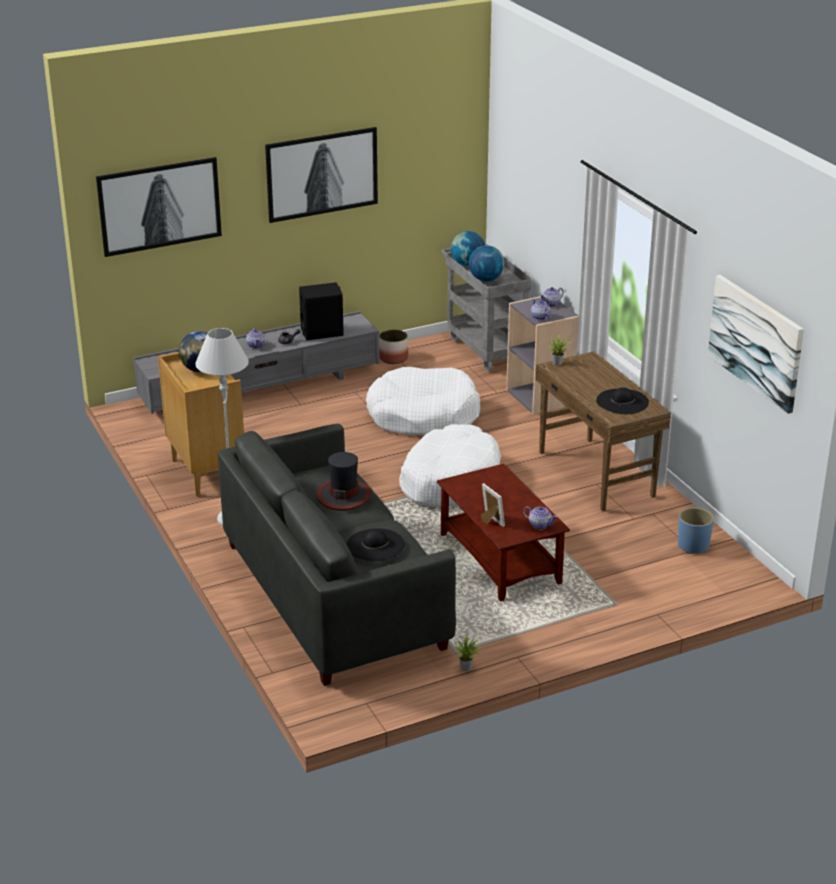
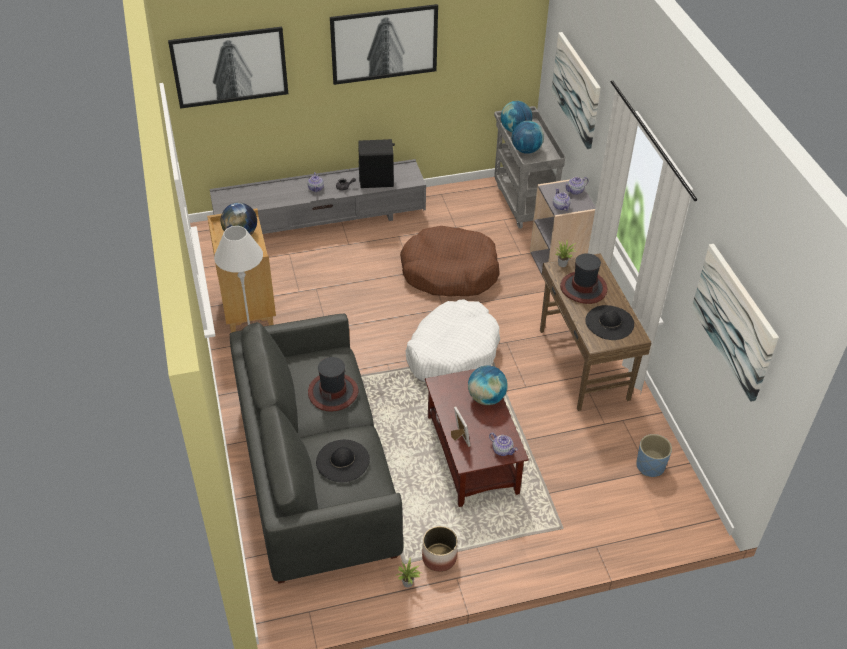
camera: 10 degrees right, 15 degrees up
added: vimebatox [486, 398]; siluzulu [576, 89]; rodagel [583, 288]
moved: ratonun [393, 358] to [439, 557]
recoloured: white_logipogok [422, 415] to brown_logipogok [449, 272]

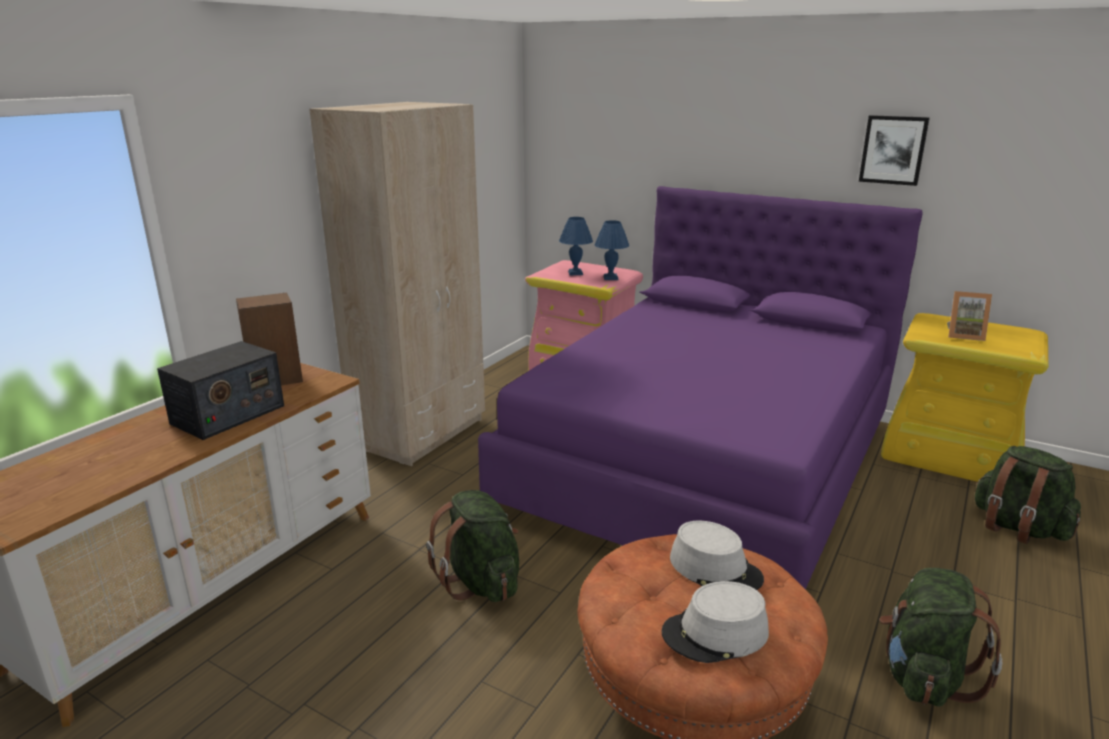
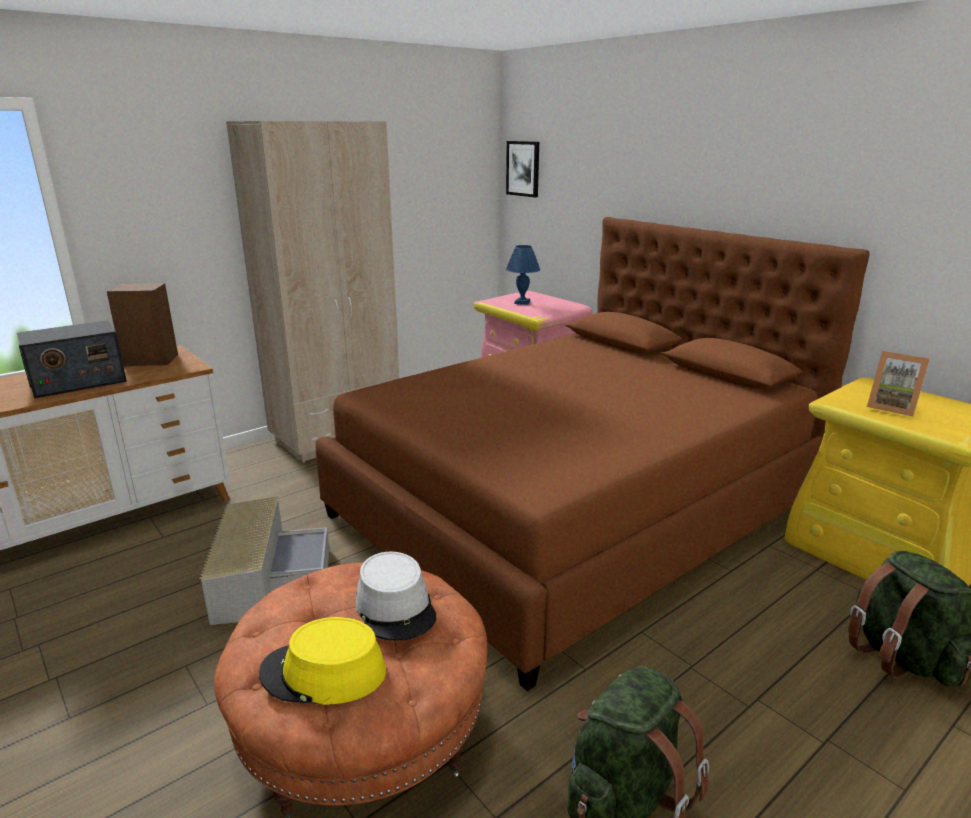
camera: 20 degrees right, 0 degrees up
removed: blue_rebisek [610, 278]
moved: siluzulu [893, 150] to [523, 168]
replaced: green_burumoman [481, 582] to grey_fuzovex [267, 576]
recoloured: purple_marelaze [703, 464] to brown_marelaze [574, 510]; grey_rodagel [715, 634] to yellow_rodagel [323, 673]

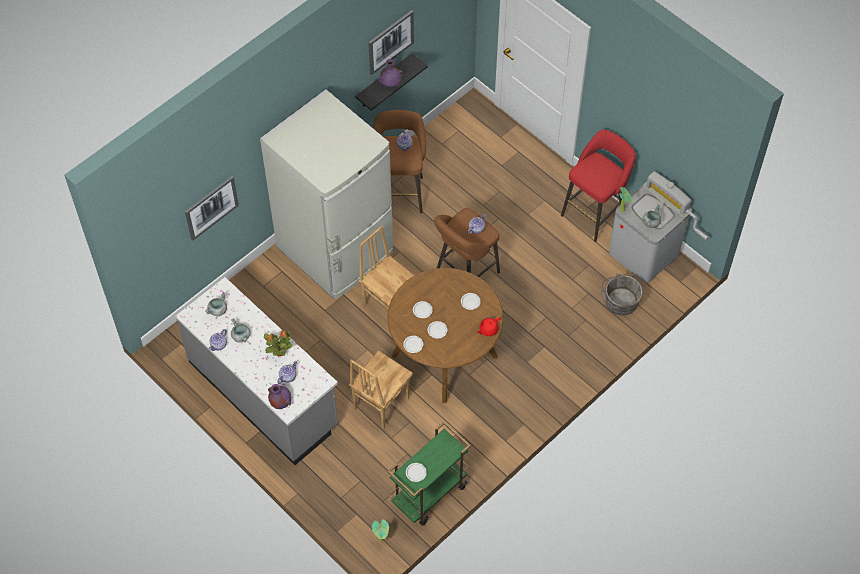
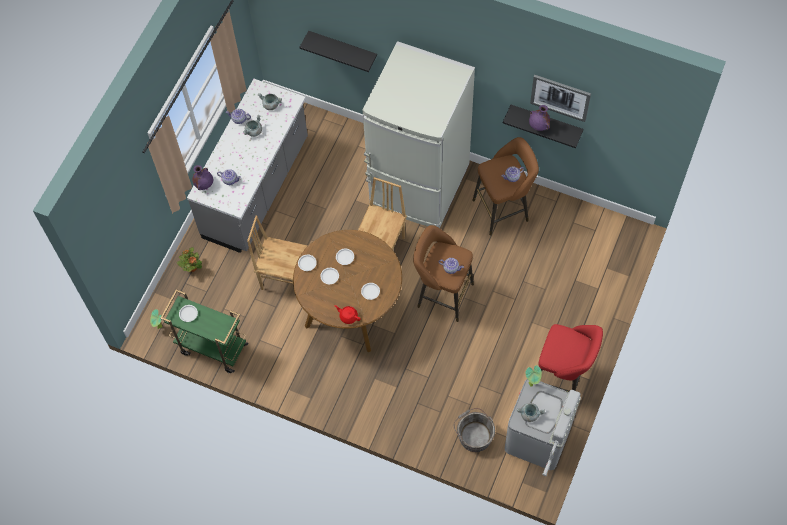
camera: 70 degrees right, 5 degrees up
moved: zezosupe [279, 352] to [192, 267]
replaced: siluzulu [211, 207] to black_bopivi [343, 49]

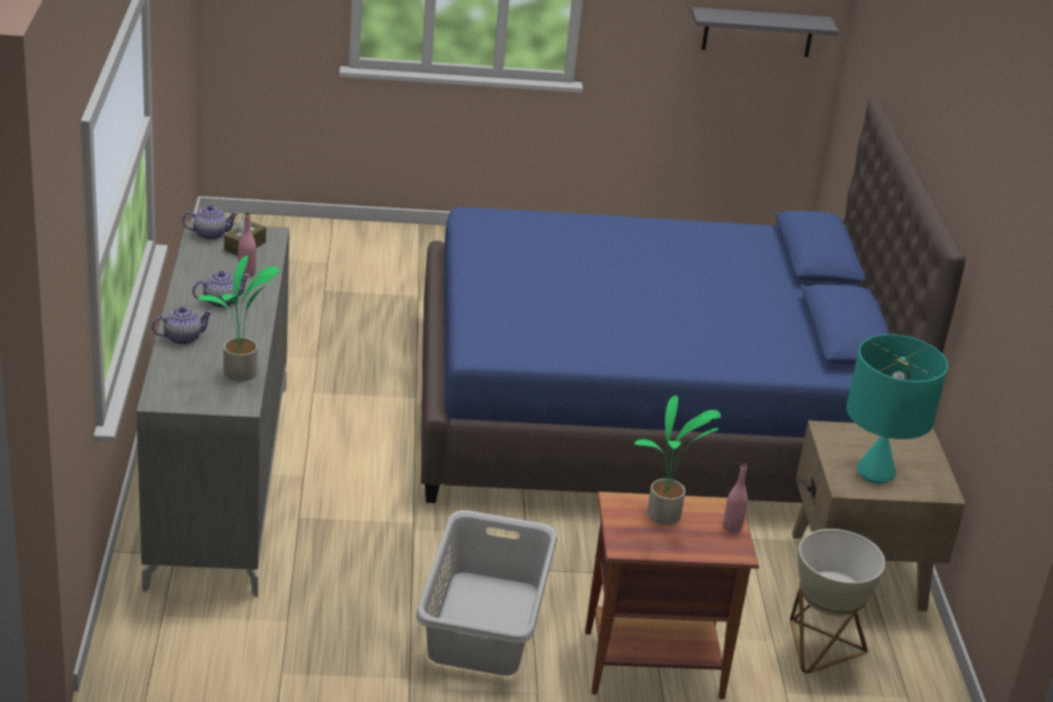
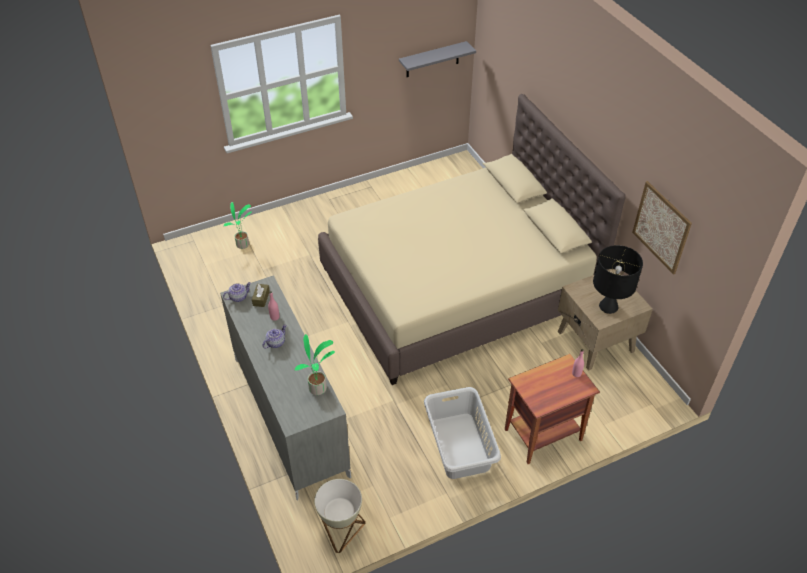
camera: 20 degrees left, 15 degrees up
removed: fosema [182, 338]
added: siluzulu [661, 227]
moved: zezosupe [665, 517] to [243, 245]; ratonun [819, 649] to [341, 532]
recoloured: blue_marelaze [646, 415] to beige_marelaze [457, 287]; turquoise_rebisek [875, 475] to black_rebisek [608, 308]

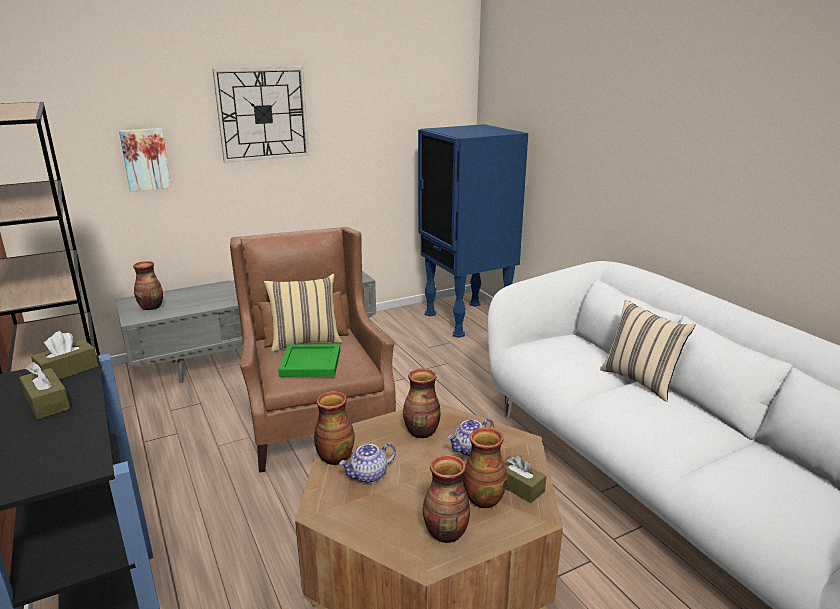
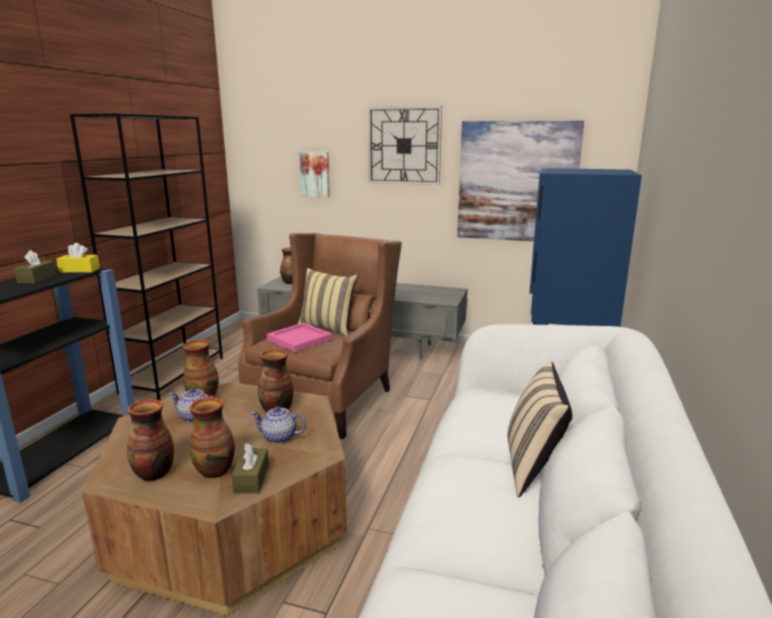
camera: 45 degrees right, 5 degrees down
added: siluzulu [517, 182]
recoloured: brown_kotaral [67, 371] to yellow_kotaral [79, 270]; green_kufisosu [310, 363] to pink_kufisosu [299, 339]

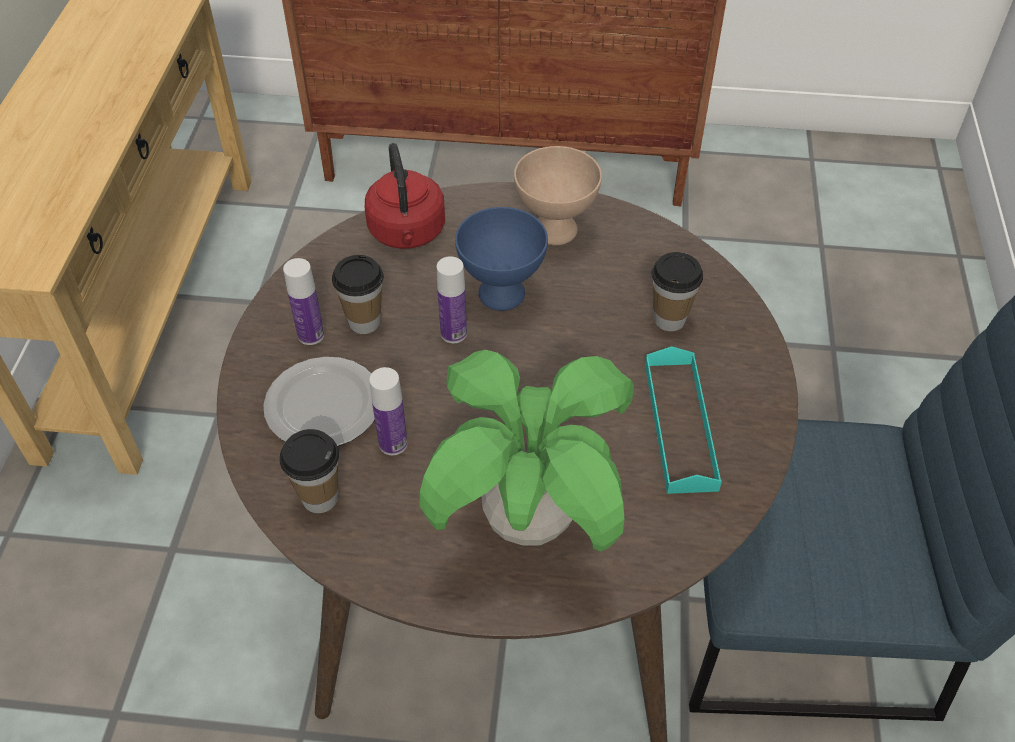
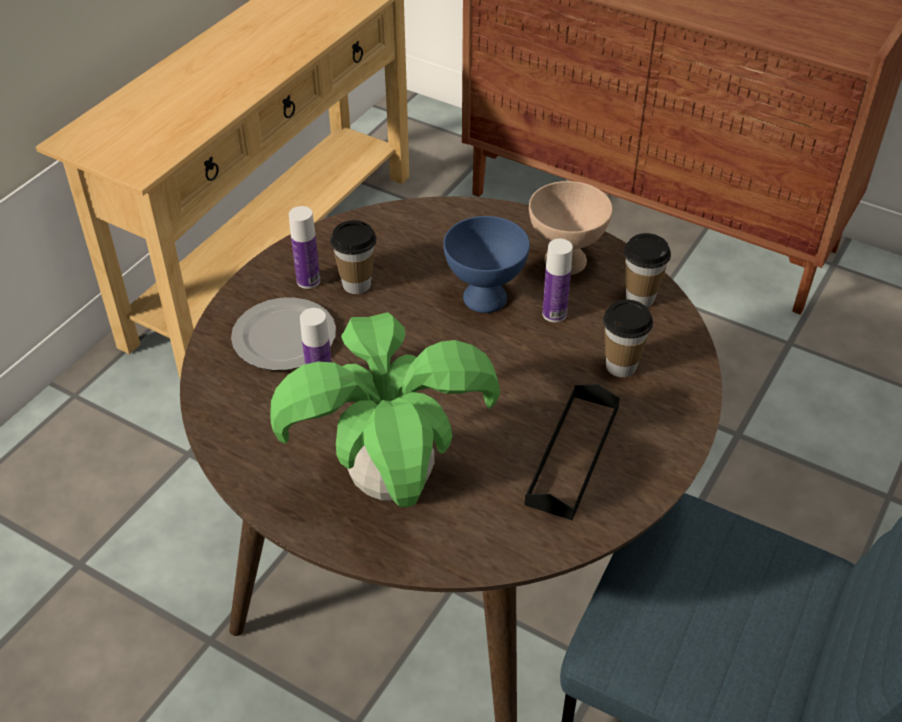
camera: 25 degrees right, 5 degrees down
removed: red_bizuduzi [407, 234]
moved: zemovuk [319, 498] to [640, 298]; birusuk [453, 333] to [554, 314]
recoloured: turquoise_kufisosu [680, 425] to black_kufisosu [573, 455]

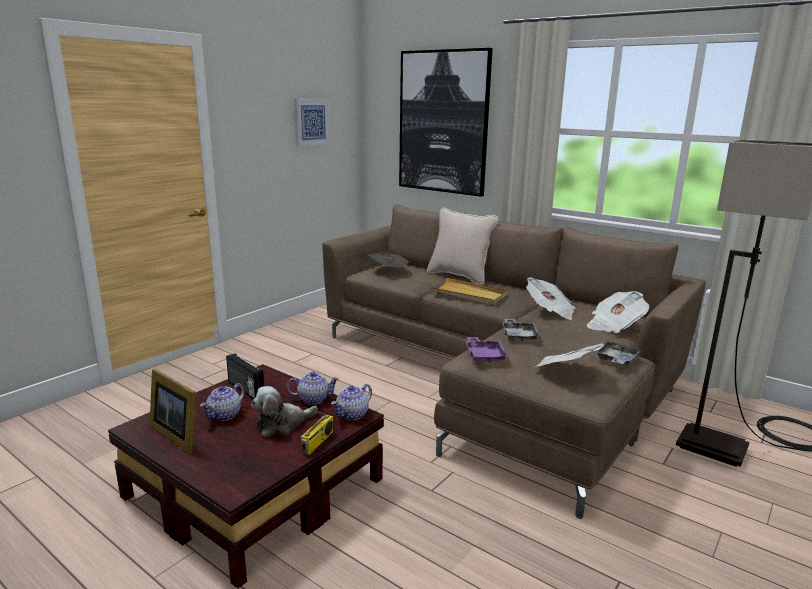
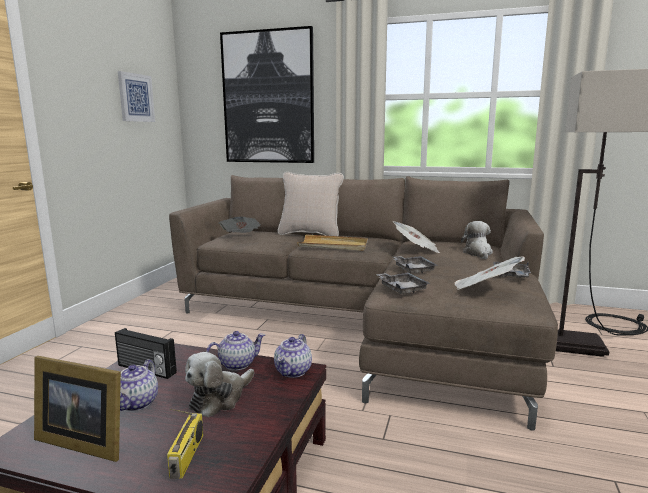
camera: 20 degrees left, 5 degrees down
moved: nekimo [318, 442] to [188, 456]
replaced: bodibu [614, 326] to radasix [478, 253]
recoloured: purple_kufisosu [485, 356] to grey_kufisosu [402, 288]

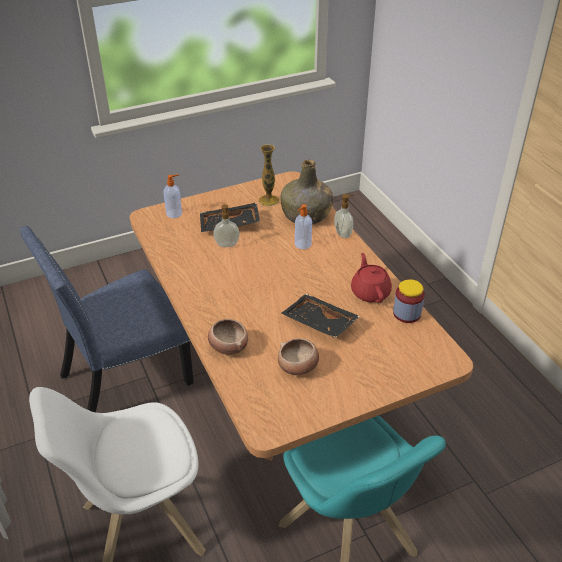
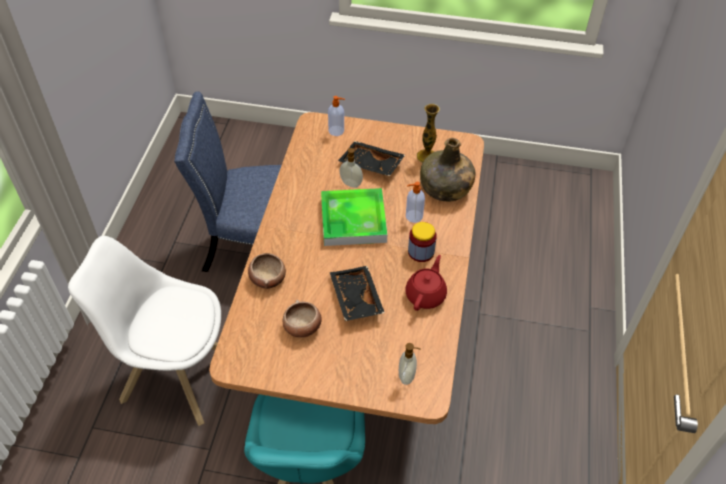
camera: 35 degrees right, 10 degrees up
added: kufisosu [353, 220]
moved: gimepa [343, 234] to [407, 376]; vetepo [407, 313] to [421, 252]

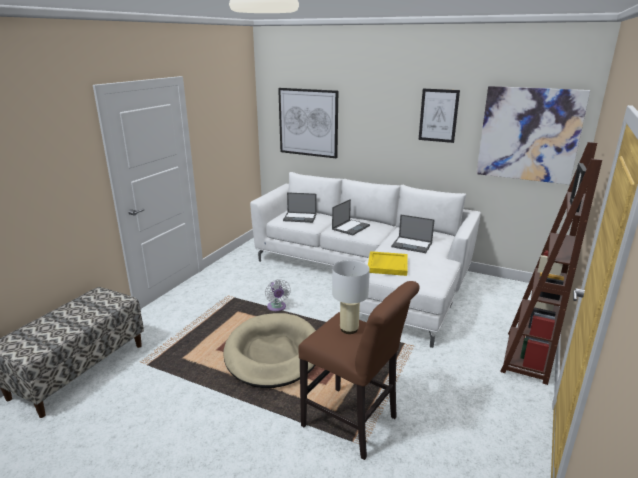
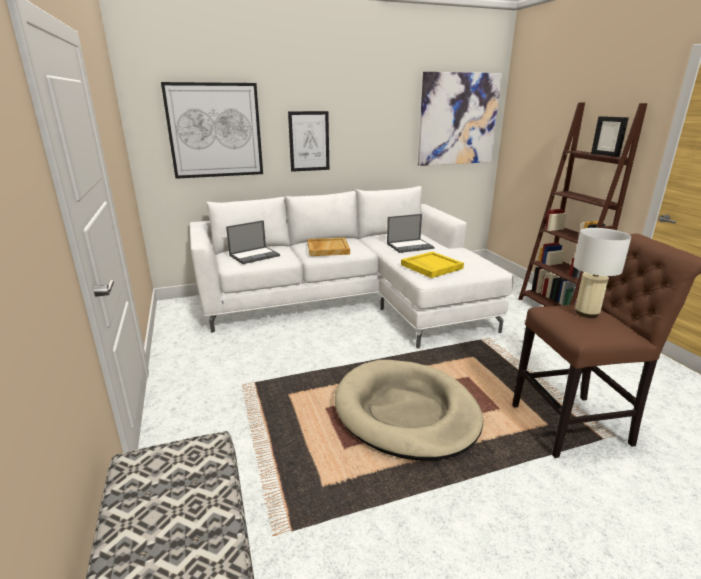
camera: 45 degrees left, 0 degrees up
removed: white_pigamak [277, 308]
moved: siluzulu [438, 115] to [309, 141]
replaced: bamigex [351, 227] to beige_kufisosu [327, 249]

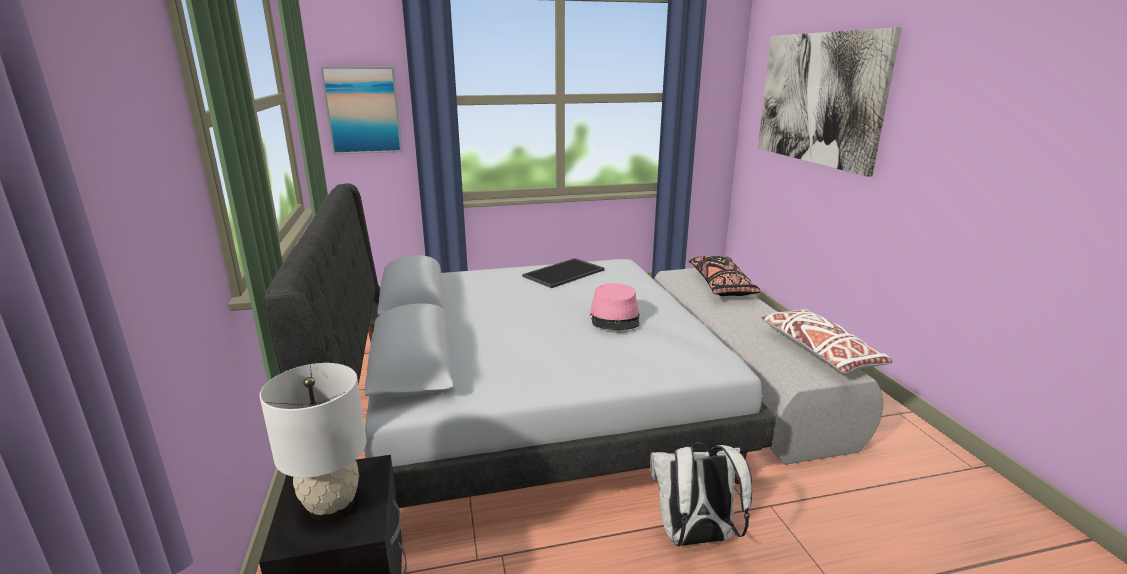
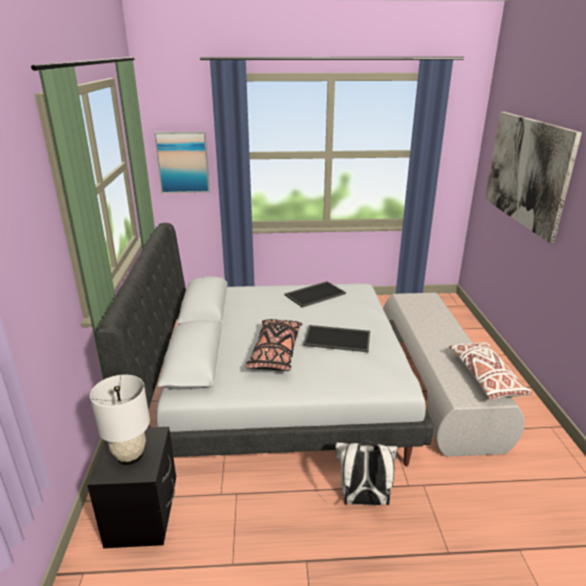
camera: 10 degrees right, 5 degrees up
moved: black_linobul [721, 286] to [275, 353]
replaced: pink_rodagel [615, 317] to kufisosu [338, 338]

